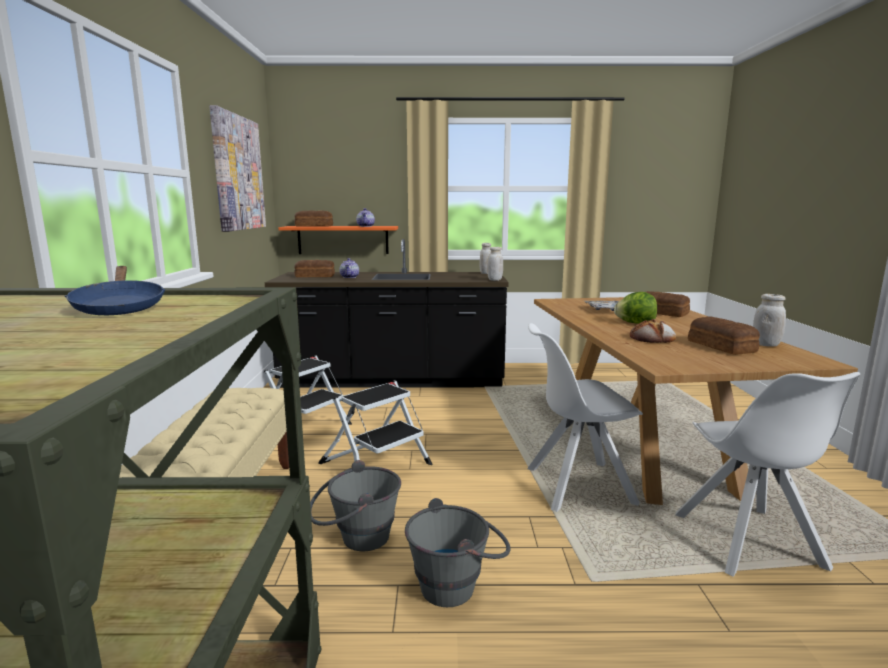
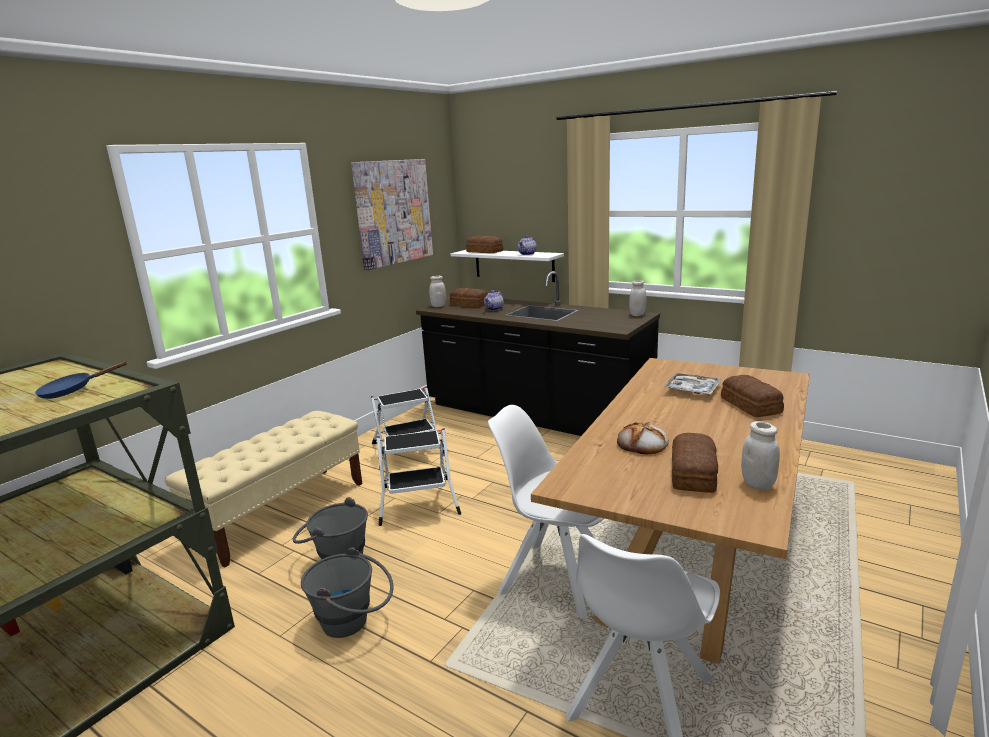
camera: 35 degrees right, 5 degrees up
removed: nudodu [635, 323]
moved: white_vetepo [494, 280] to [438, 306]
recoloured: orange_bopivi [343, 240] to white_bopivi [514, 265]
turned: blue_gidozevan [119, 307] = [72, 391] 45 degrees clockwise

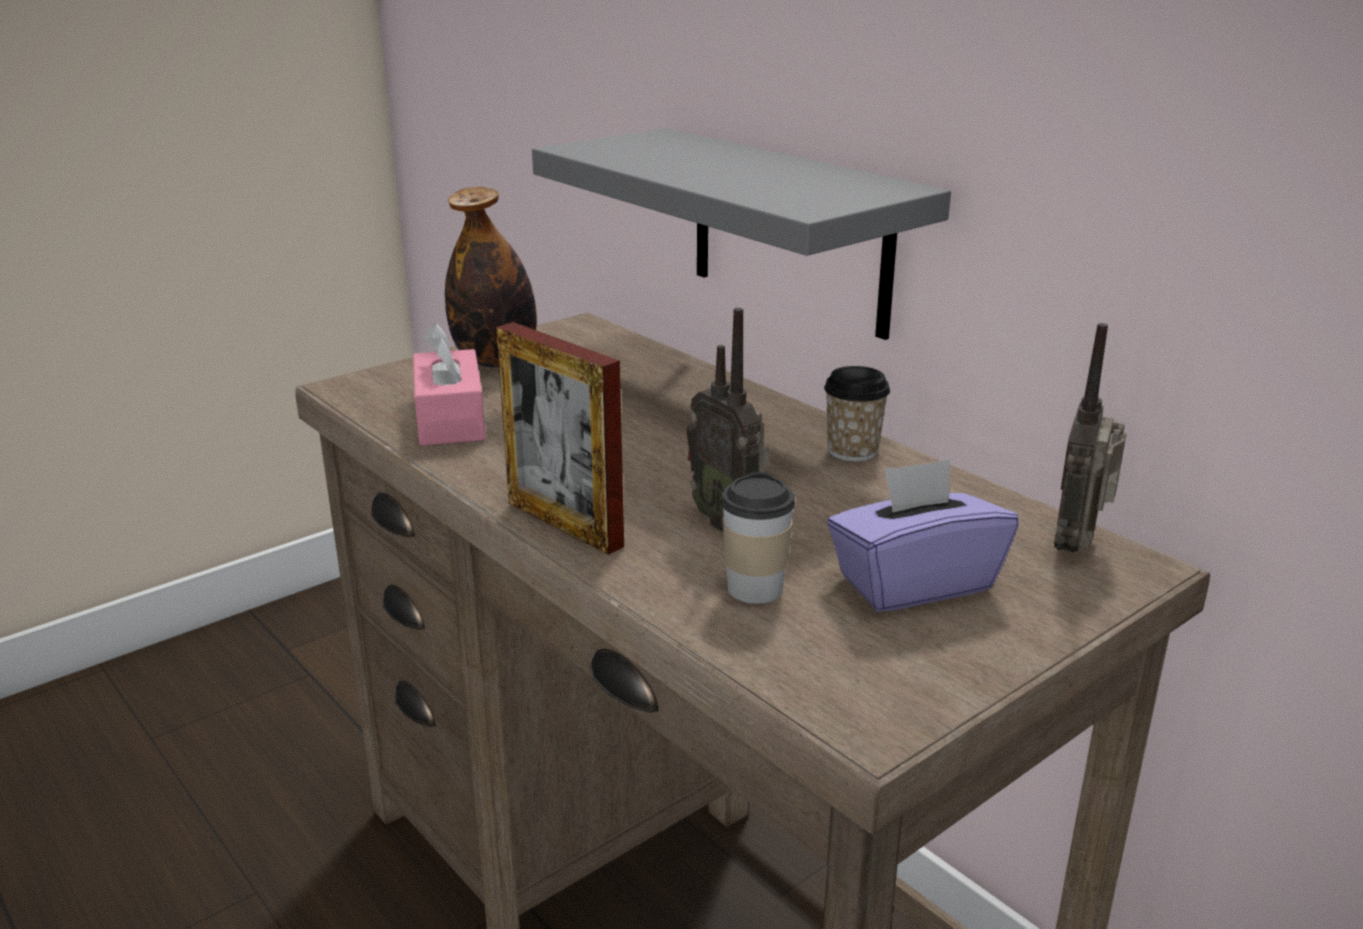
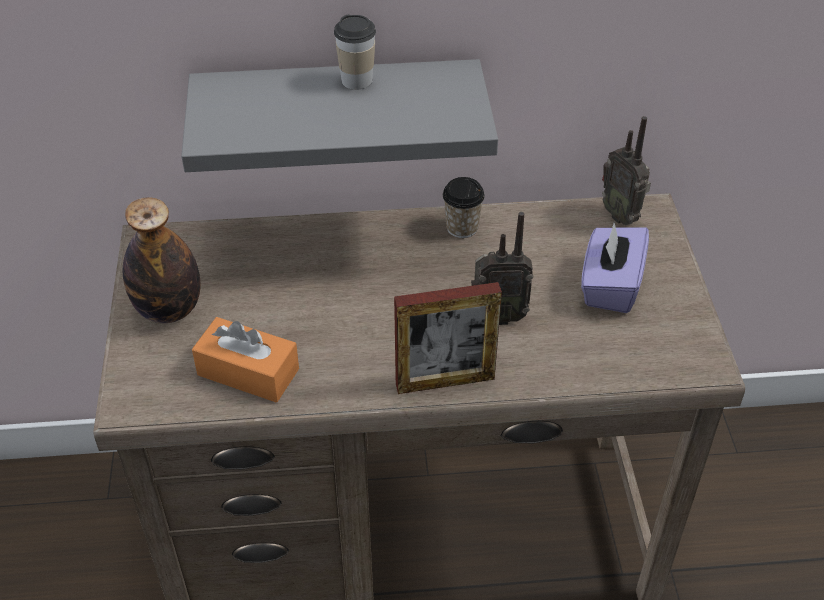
camera: 55 degrees left, 20 degrees up
moved: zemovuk [755, 589] to [357, 80]
recoloured: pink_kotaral [450, 419] to orange_kotaral [248, 372]

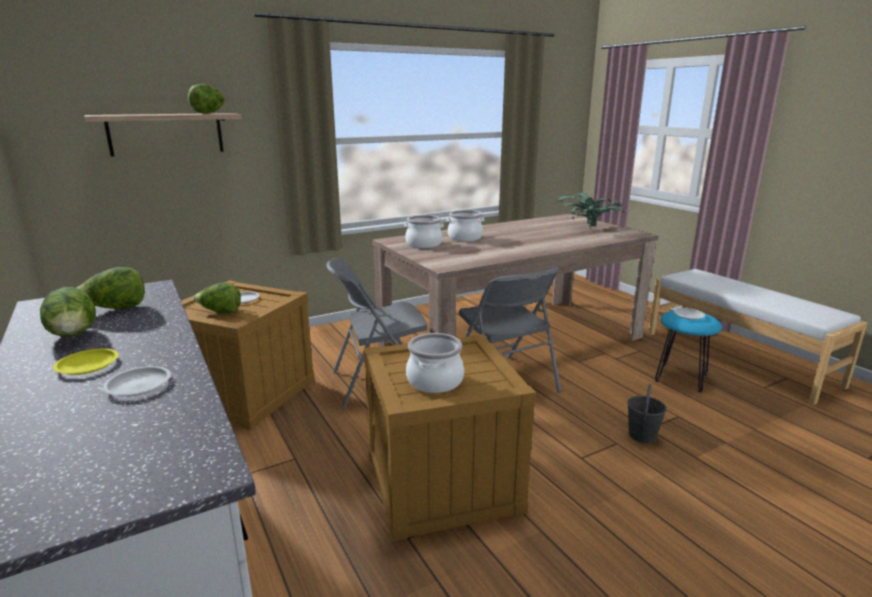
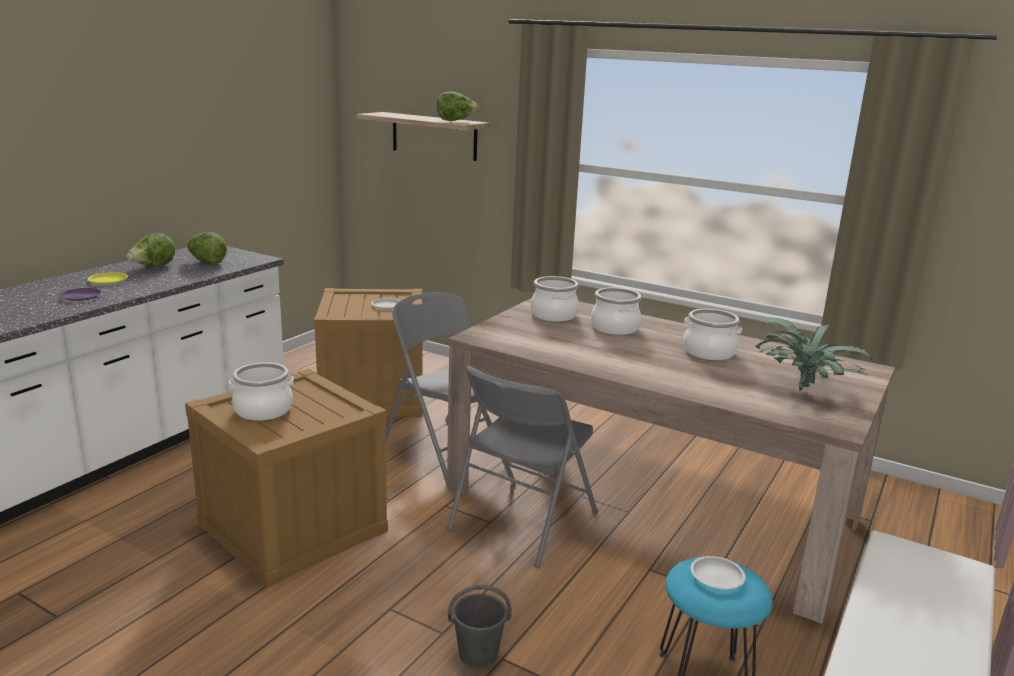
camera: 60 degrees right, 0 degrees up
removed: nudodu [220, 312]
added: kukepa [708, 352]
recoloured: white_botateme [138, 385] to purple_botateme [82, 296]

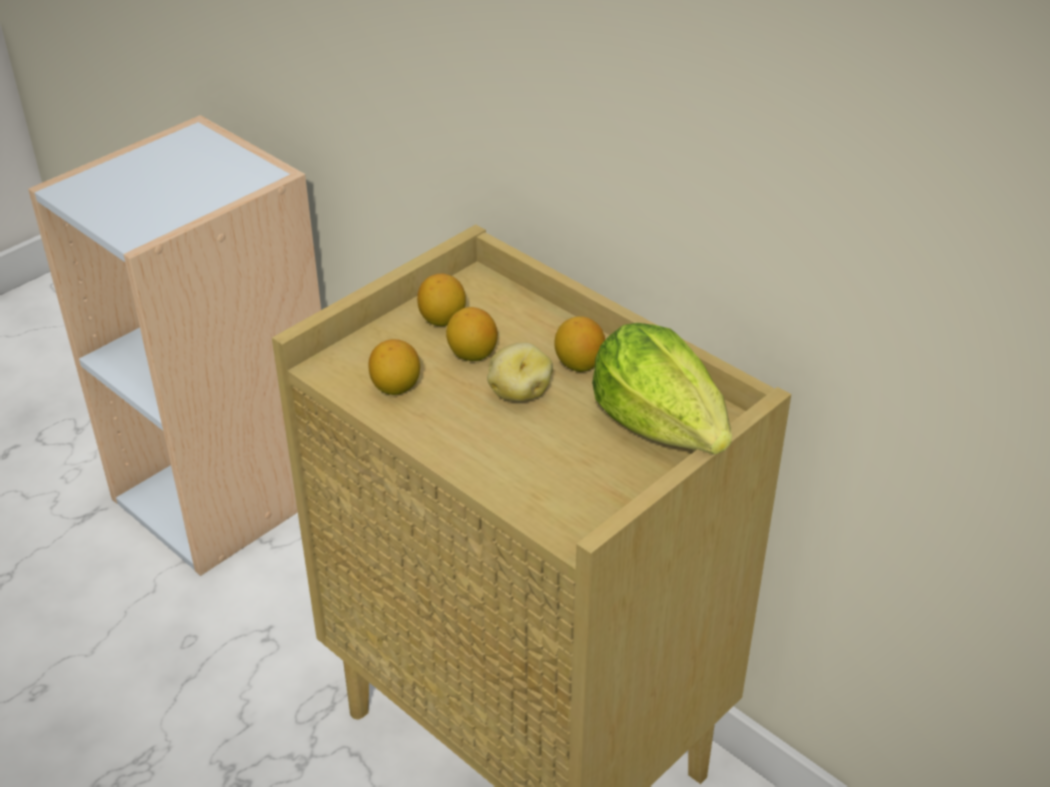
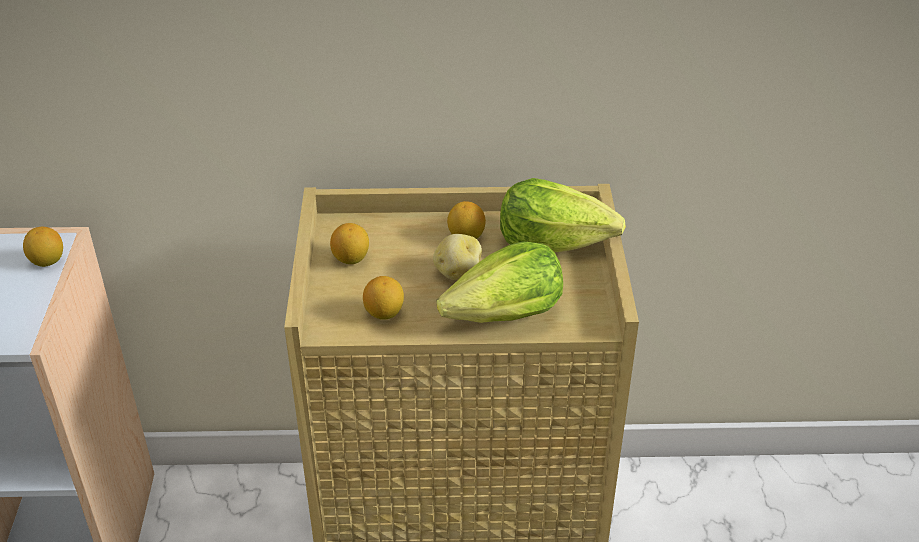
camera: 45 degrees left, 0 degrees up
added: nudodu [506, 315]
moved: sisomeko [472, 355] to [47, 261]

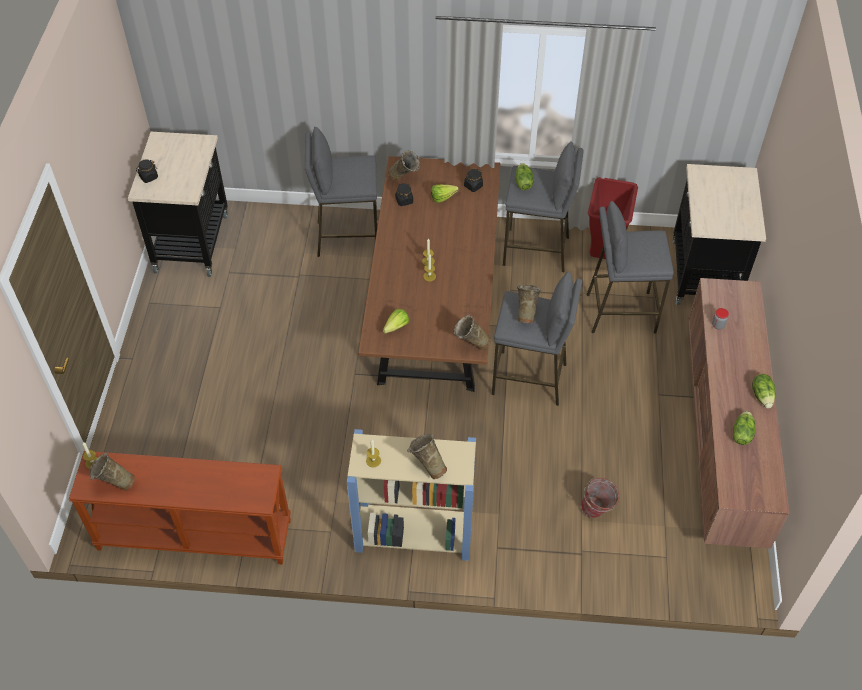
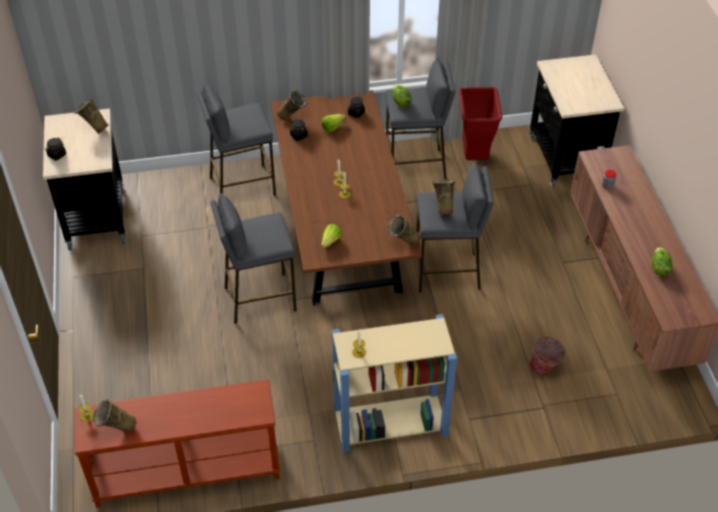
camera: 15 degrees left, 5 degrees down
removed: nudodu [762, 396]
moved: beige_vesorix [427, 467] to [94, 129]; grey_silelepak [620, 312] to [259, 298]

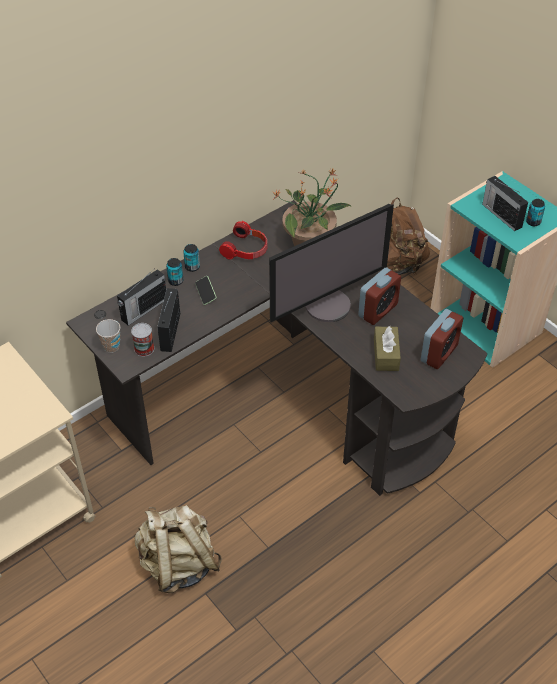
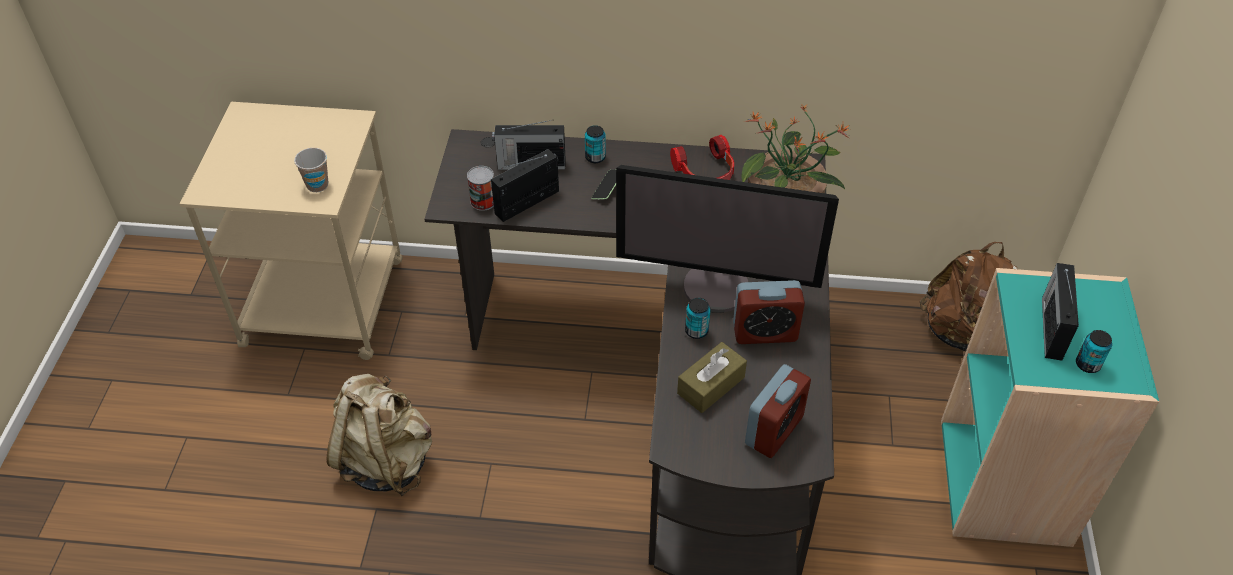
camera: 45 degrees right, 0 degrees up
moved: zemovuk [111, 346] to [317, 185]; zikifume [192, 267] to [696, 331]
turned: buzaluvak [439, 353] = [774, 430] 45 degrees counterclockwise

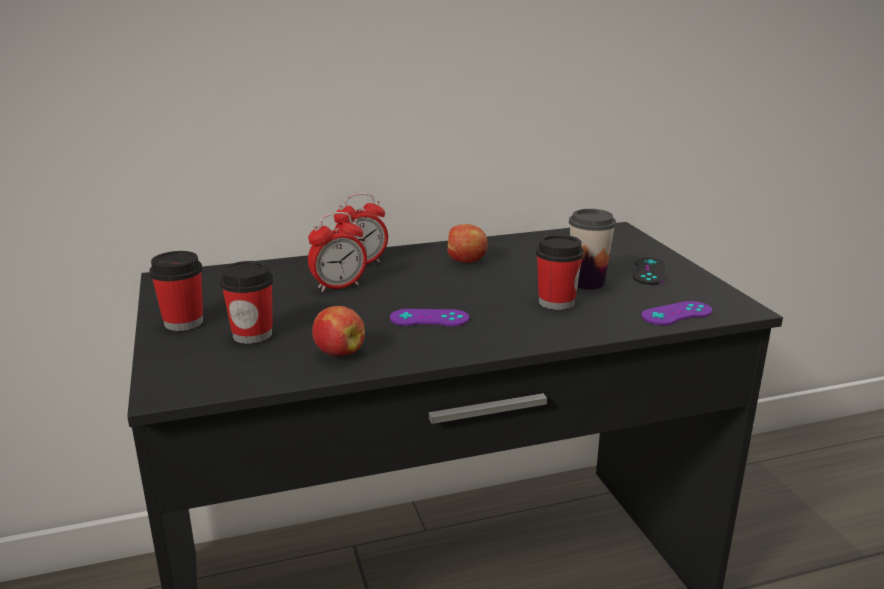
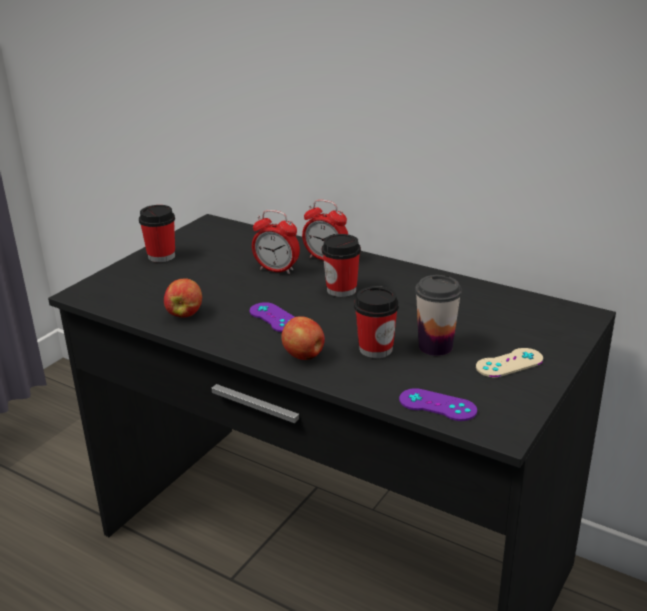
camera: 50 degrees right, 5 degrees up
moved: zemovuk [252, 334] to [341, 290]; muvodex [467, 261] to [304, 356]
recoloured: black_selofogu [649, 271] to beige_selofogu [509, 363]

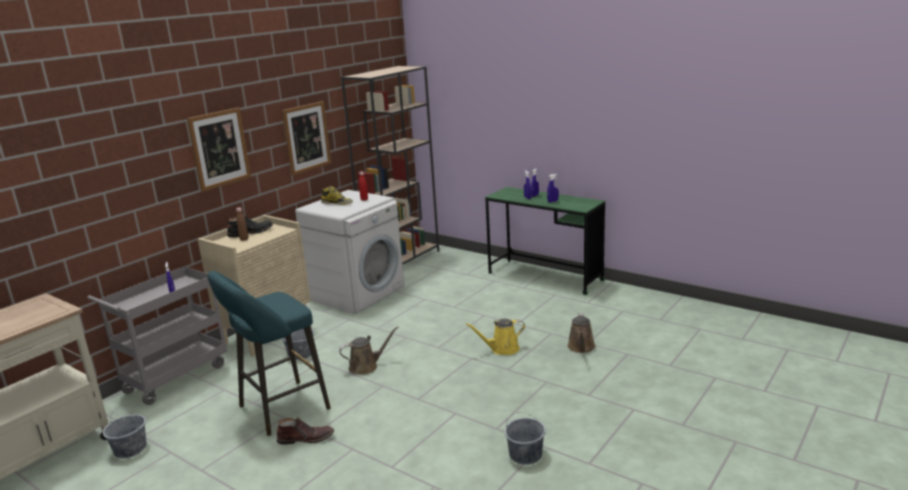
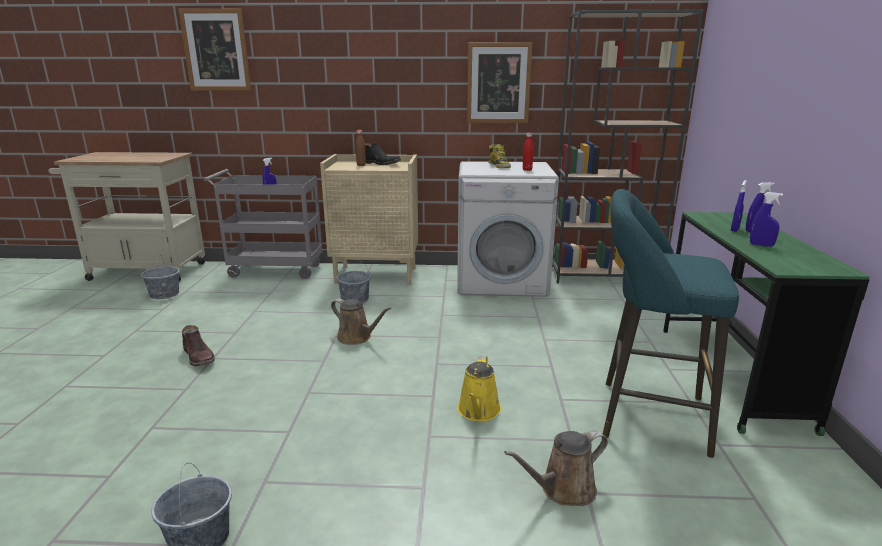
camera: 55 degrees right, 0 degrees up
moved: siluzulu [219, 148] to [216, 50]; turquoise_silelepak [279, 409] to [645, 415]
turned: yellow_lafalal [502, 349] = [478, 411] 120 degrees counterclockwise

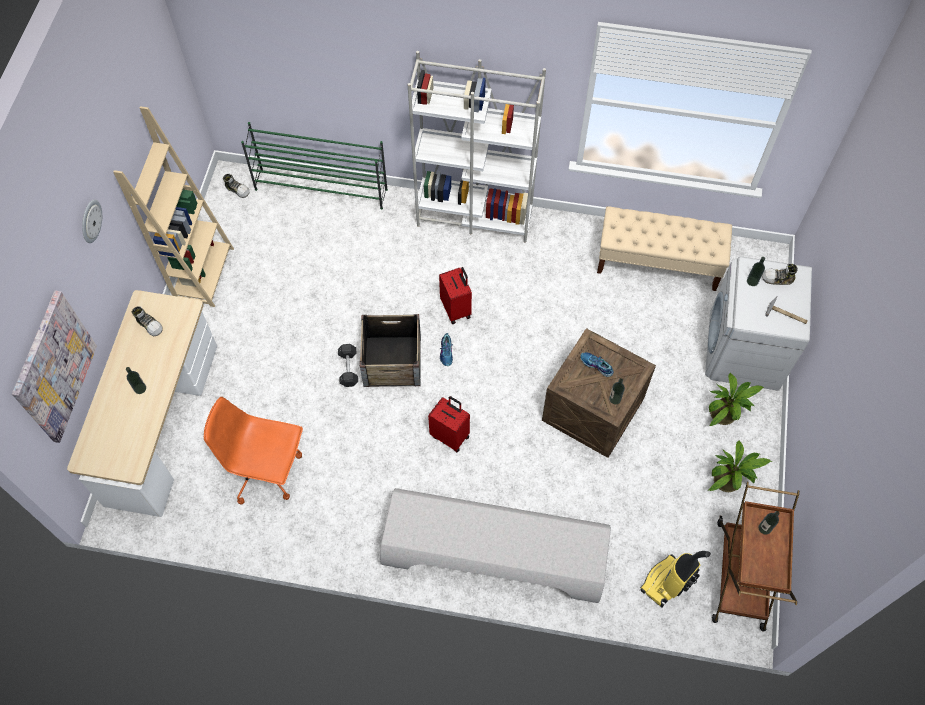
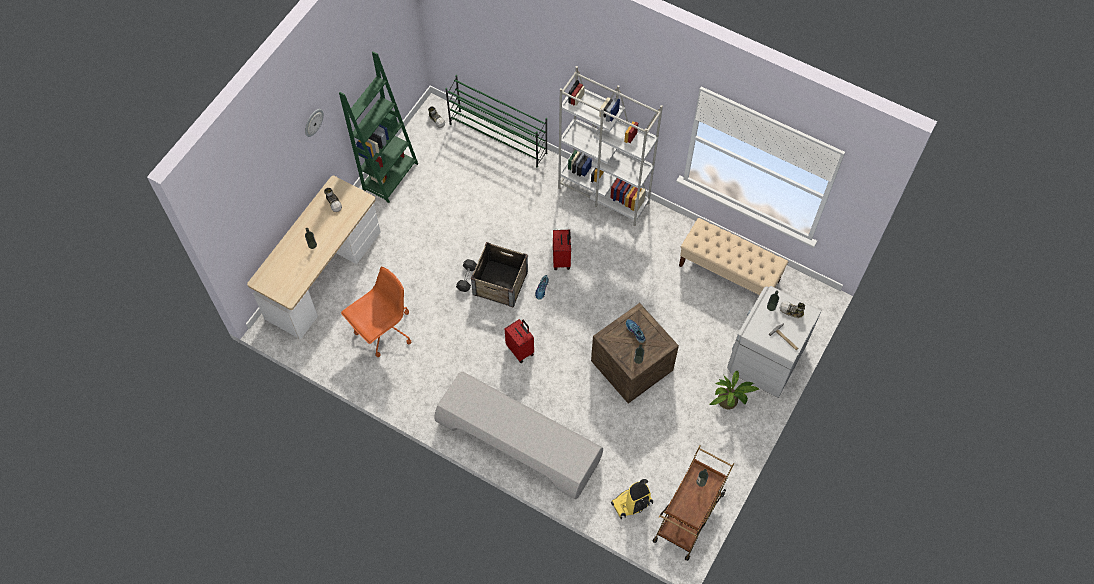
camera: 20 degrees right, 0 degrees up
removed: siluzulu [53, 367]; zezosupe [730, 481]
recoloured: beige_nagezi [204, 274] to green_nagezi [390, 176]
turned: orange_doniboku [267, 471] = [383, 332] 105 degrees clockwise

